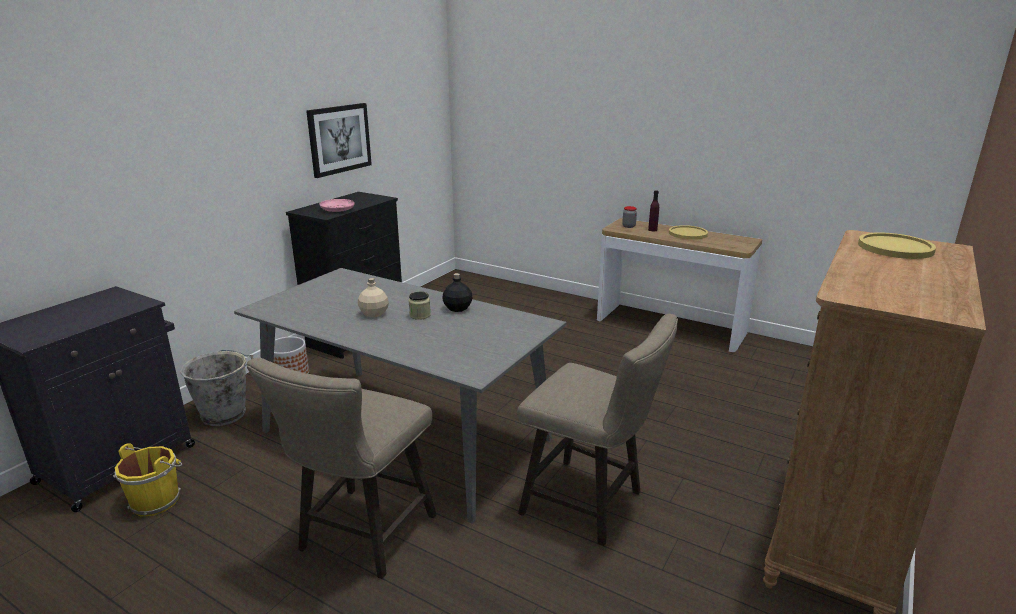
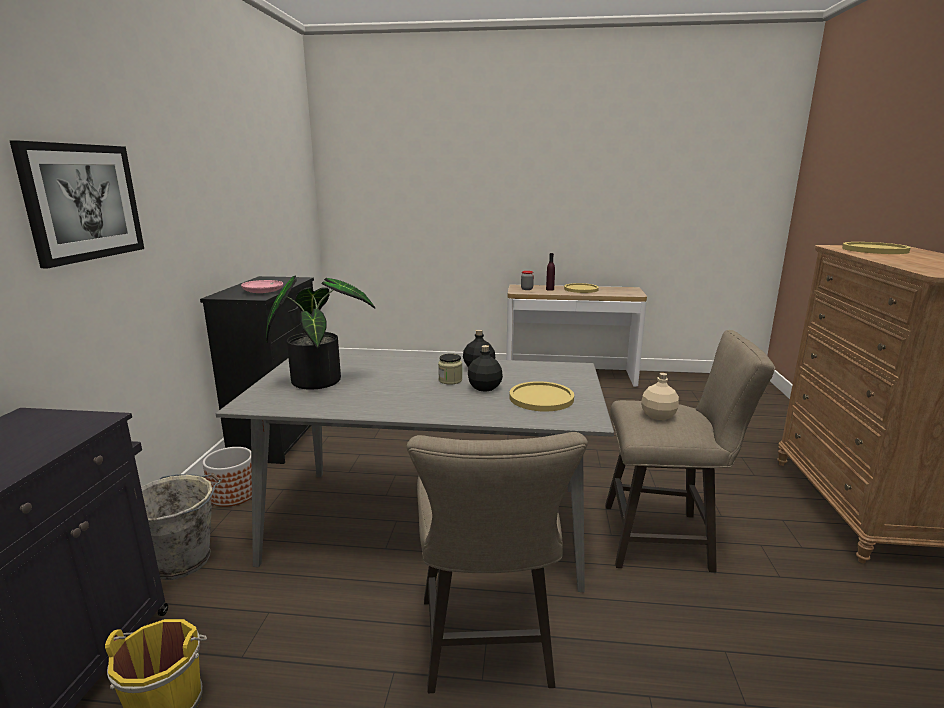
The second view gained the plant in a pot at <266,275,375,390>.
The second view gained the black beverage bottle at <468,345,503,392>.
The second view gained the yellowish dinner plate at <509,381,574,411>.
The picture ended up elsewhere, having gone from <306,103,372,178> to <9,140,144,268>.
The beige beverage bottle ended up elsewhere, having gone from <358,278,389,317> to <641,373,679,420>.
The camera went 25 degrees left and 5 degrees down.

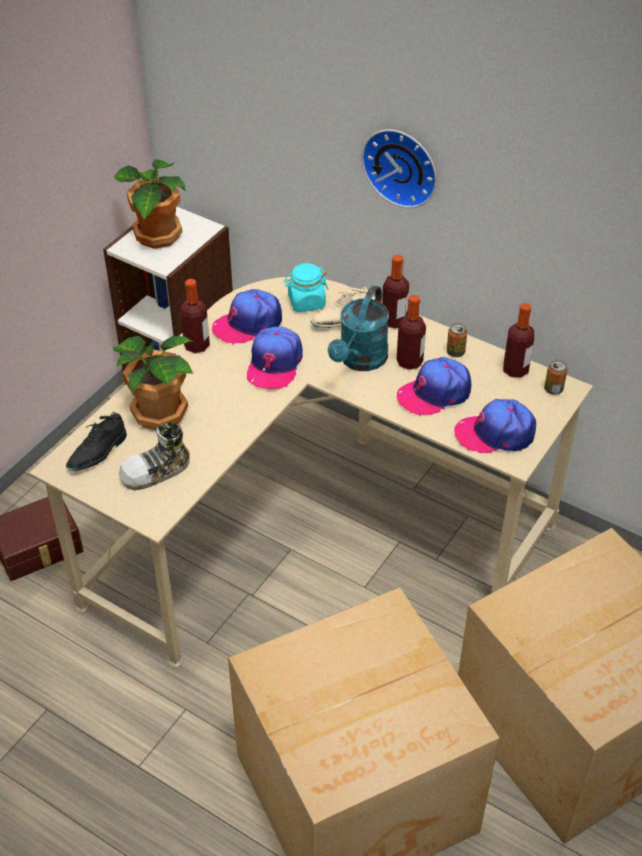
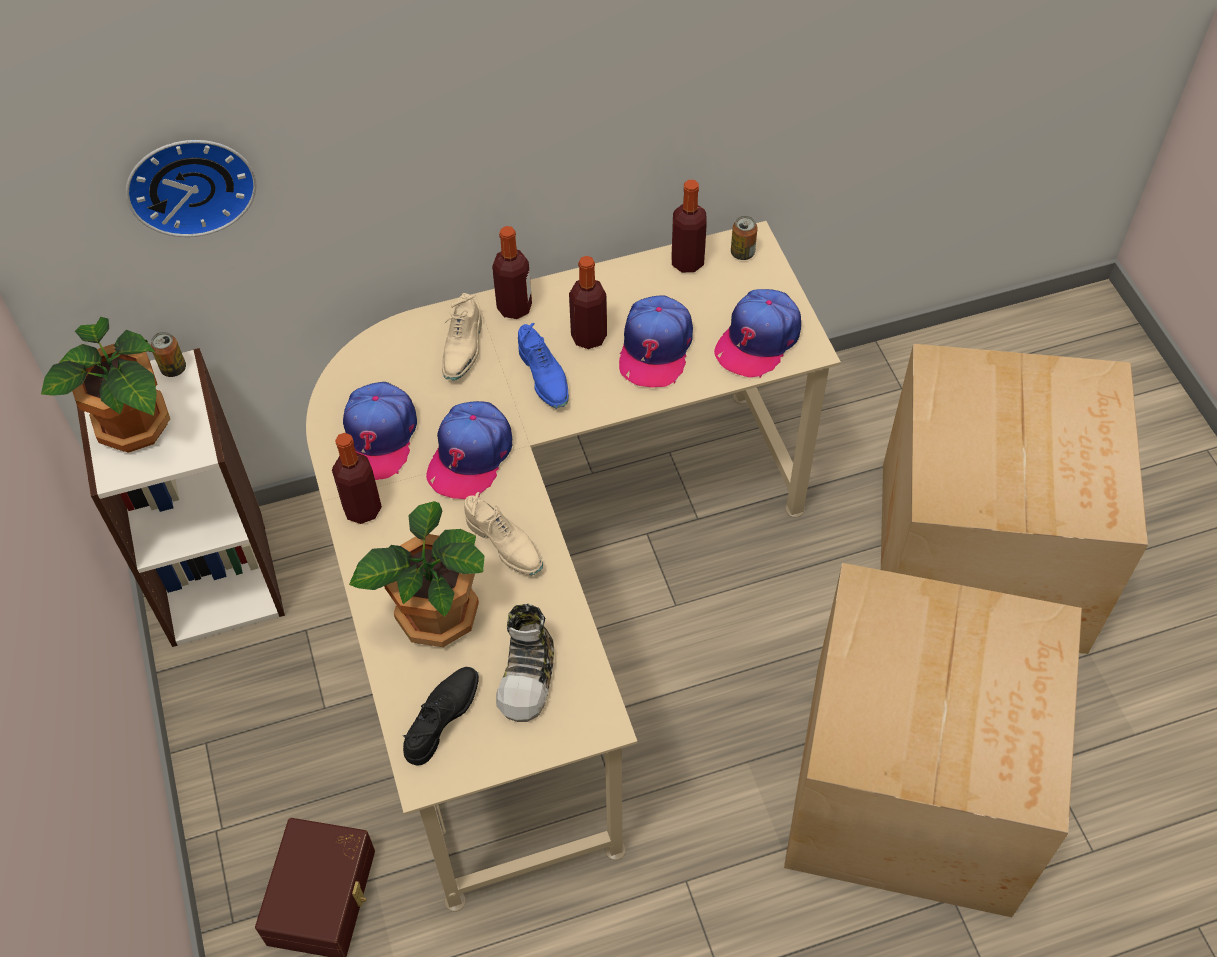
The second view lost the turquoise storage jar at <284,263,328,312>.
The second view gained the beige item of footwear at <464,492,543,576>.
The hanging clock ended up elsewhere, having gone from <362,129,437,208> to <126,140,257,237>.
The metal can ended up elsewhere, having gone from <447,323,467,357> to <150,332,186,377>.
Where the turquoise watering pot stood at <328,285,389,371>, the blue item of footwear came to stand at <518,323,569,409>.
The black item of footwear at <66,412,127,471> ended up facing another way, 135 degrees counterclockwise from before.
The cap at <247,326,303,389> ended up facing another way, 60 degrees clockwise from before.
The camera went 50 degrees left and 10 degrees up.

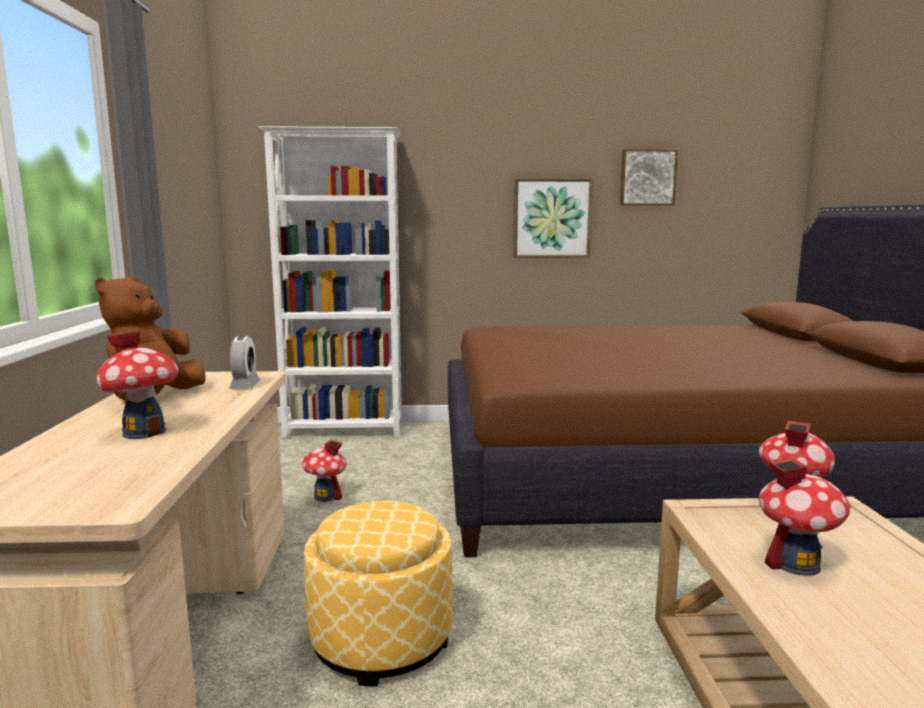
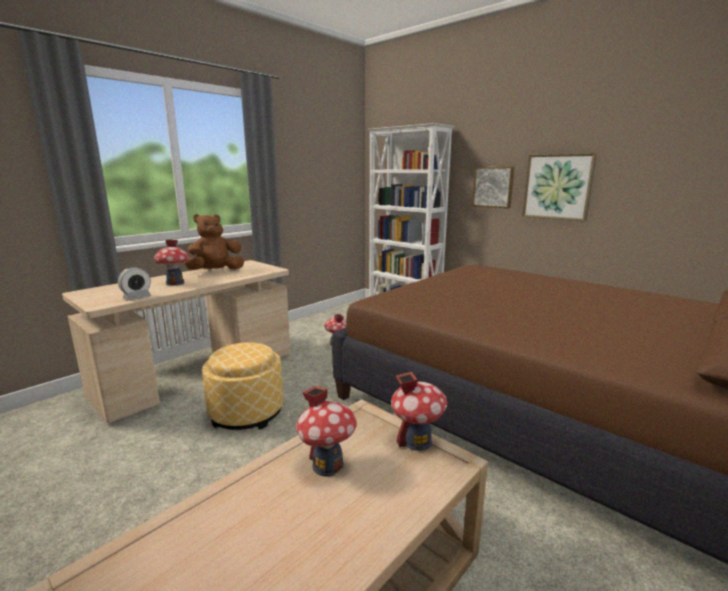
The alarm clock ended up elsewhere, having gone from <229,335,260,389> to <118,267,151,301>.
The picture ended up elsewhere, having gone from <620,149,678,205> to <472,167,514,208>.
The camera went 45 degrees right and 5 degrees up.

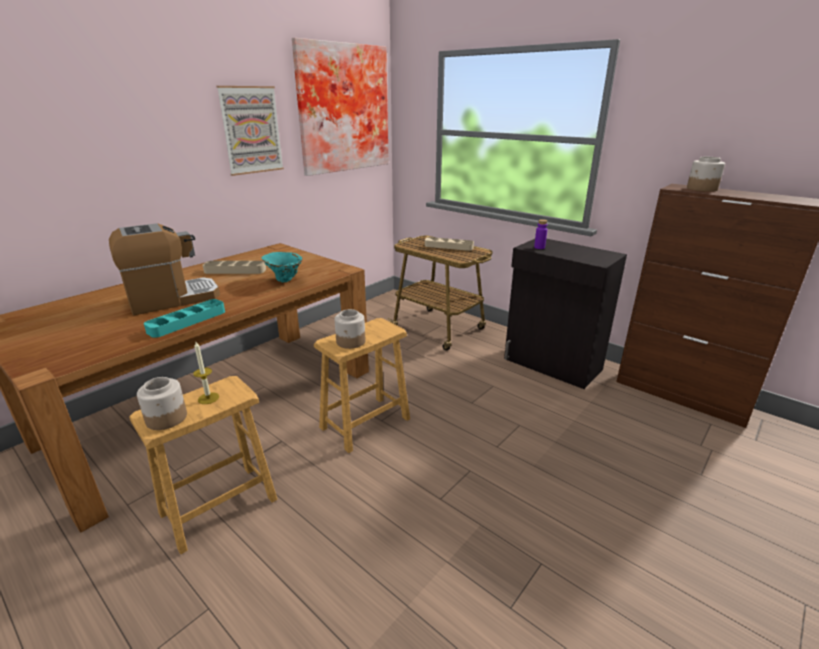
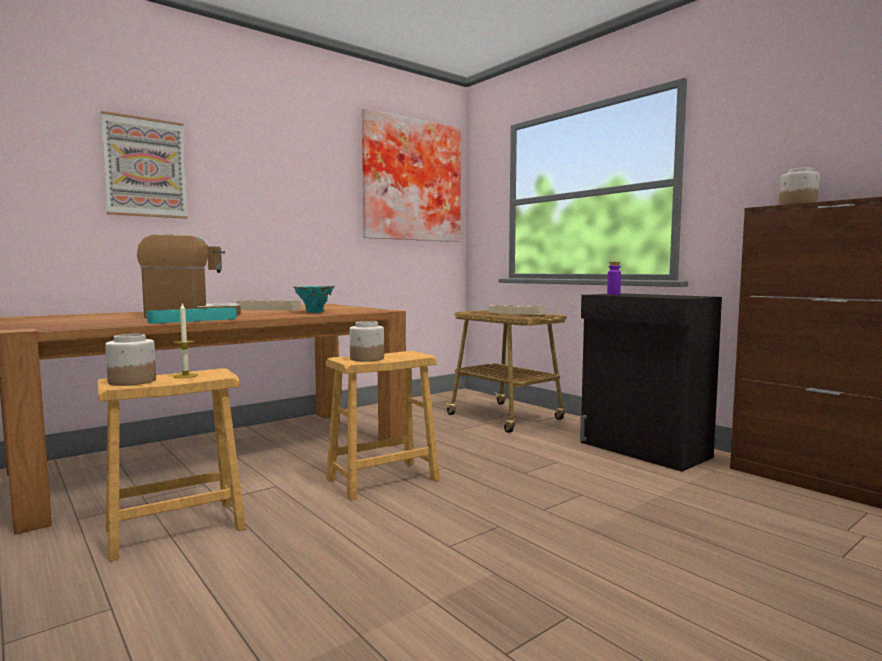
The picture ended up elsewhere, having gone from <216,86,284,176> to <101,111,188,219>.
The camera went 10 degrees right and 20 degrees down.

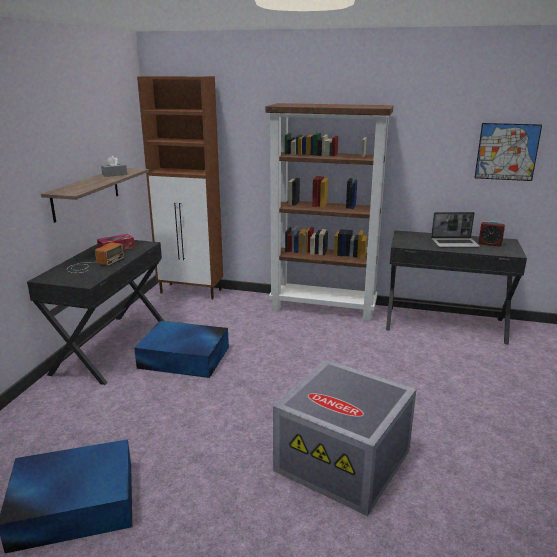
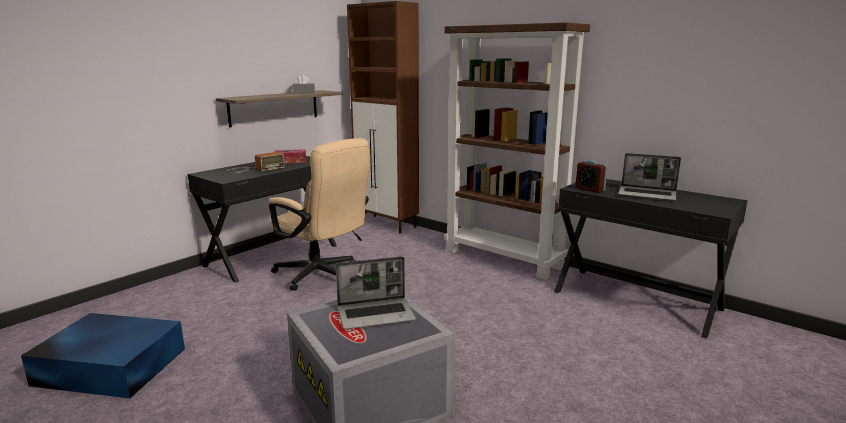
The second view lost the picture at <474,123,542,181>.
The second view gained the portable computer at <335,256,416,329>.
The alarm clock ended up elsewhere, having gone from <478,221,505,246> to <575,160,608,193>.
Where the blue storage container stood at <134,321,229,378>, the beige office chair came to stand at <269,138,370,291>.
The camera went 25 degrees right and 5 degrees down.

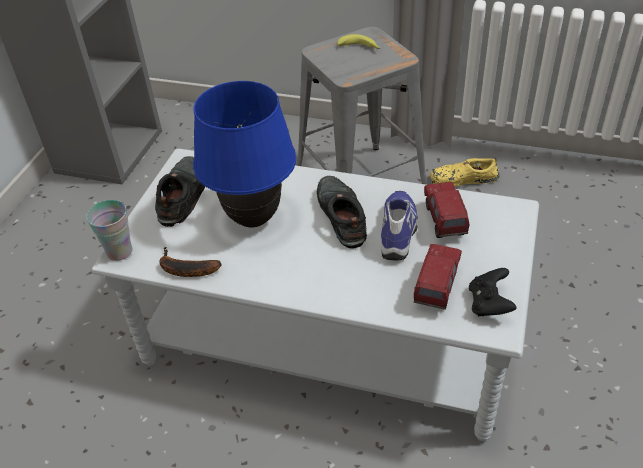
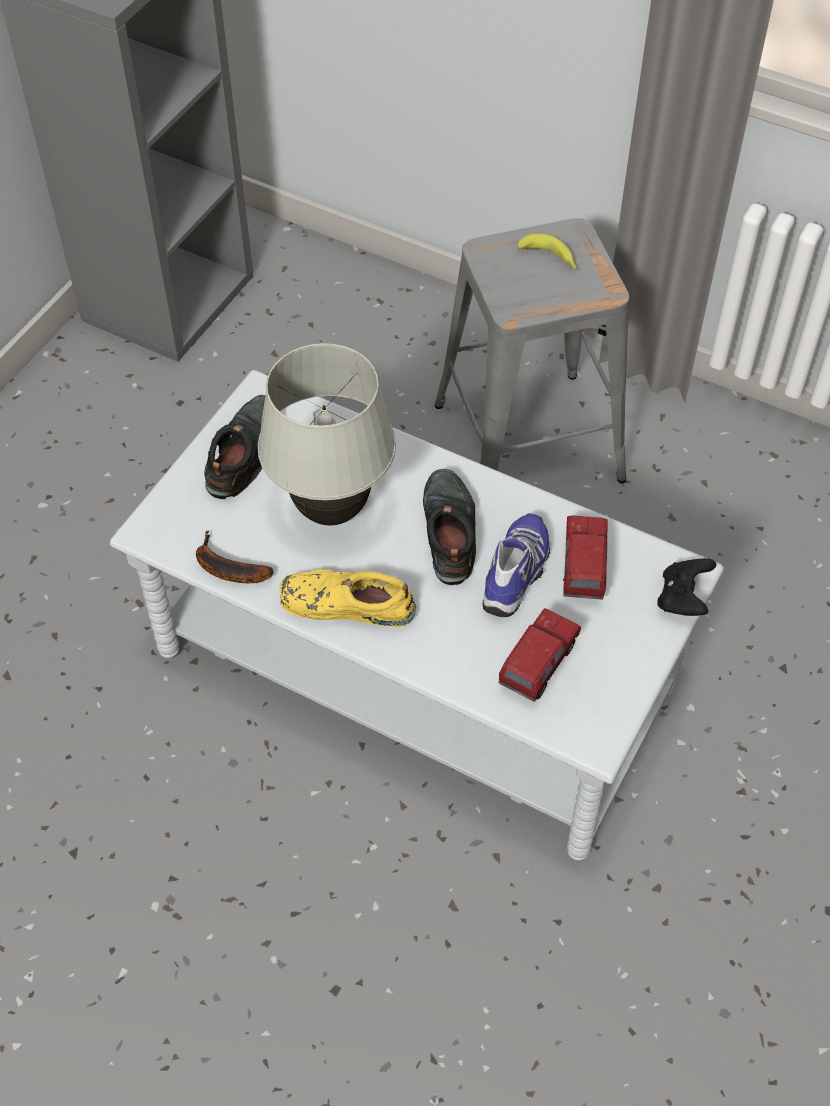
The second view lost the small cup at <86,200,133,261>.
The yellowish item of footwear ended up elsewhere, having gone from <429,157,499,186> to <280,569,416,627>.
The black game controller ended up elsewhere, having gone from <469,268,516,317> to <657,558,716,616>.
What was the blue lamp for a table at <193,81,296,227> turned into the white-coloured lamp for a table at <258,343,396,526>.
The camera went 10 degrees right and 10 degrees up.

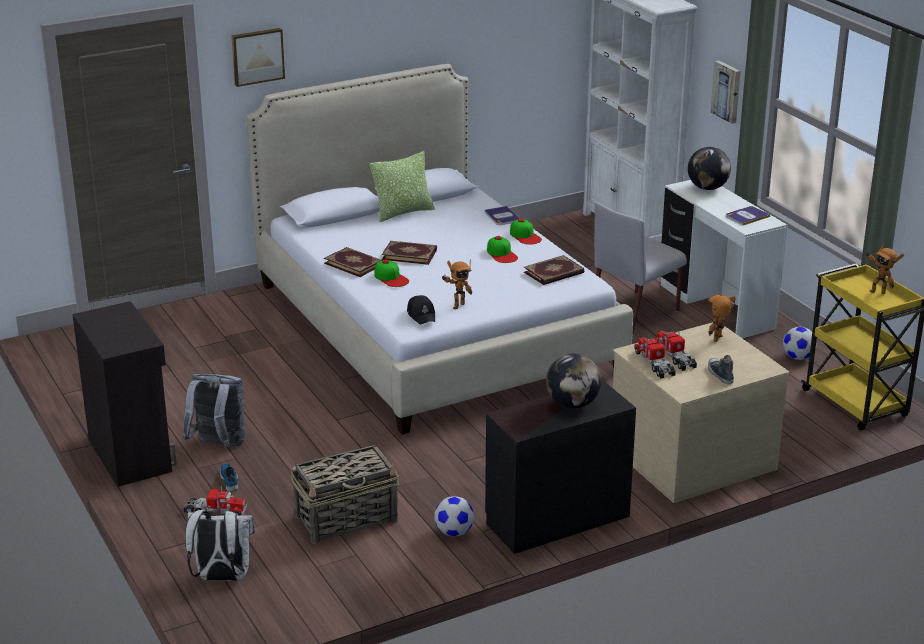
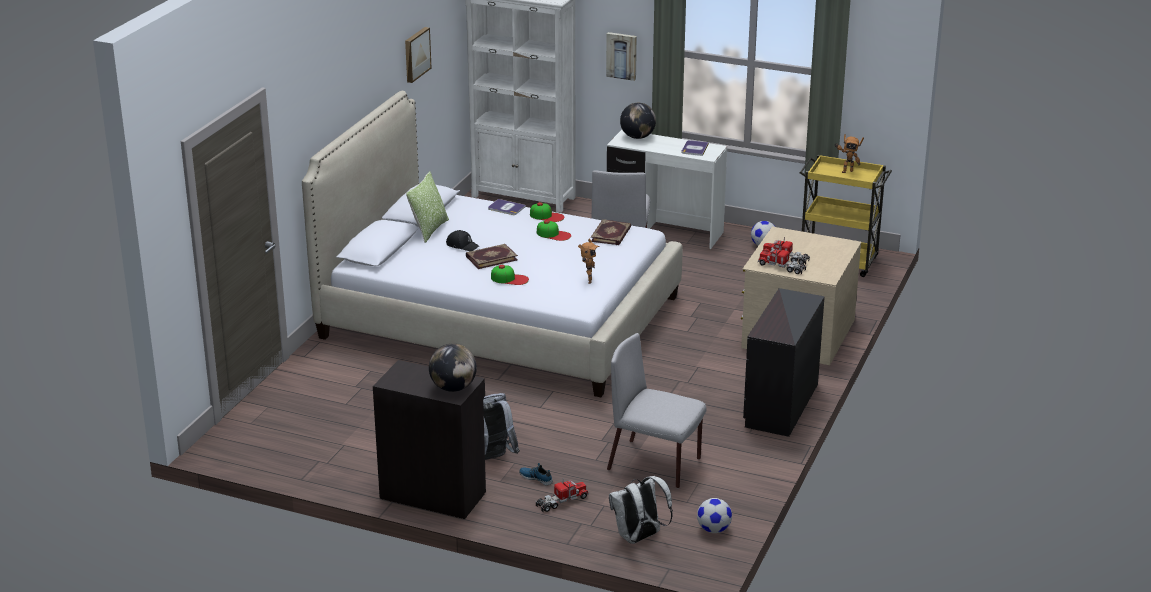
The second view lost the volume at <324,247,383,277>.
The second view lost the model robot at <708,295,737,342>.
The second view lost the item of footwear at <708,355,734,384>.
The picture ended up elsewhere, having gone from <231,28,285,87> to <405,27,432,83>.
The black cap ended up elsewhere, having gone from <407,295,435,325> to <446,230,479,251>.
The football ended up elsewhere, having gone from <434,496,474,536> to <697,498,732,533>.
The globe ended up elsewhere, having gone from <546,353,601,408> to <429,344,477,392>.
Where the basket stood at <291,445,400,544>, the gray plain chair came to stand at <607,333,707,488>.
The camera went 40 degrees left and 0 degrees up.

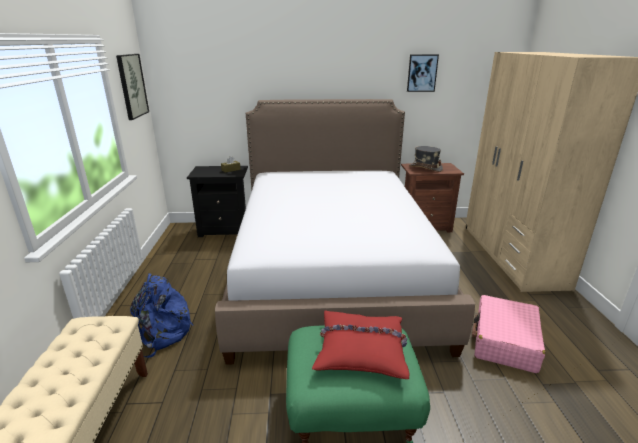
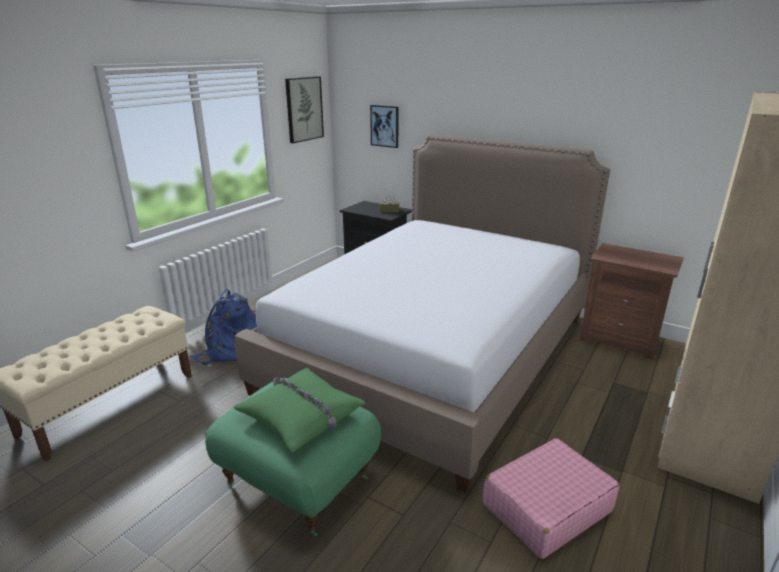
The second view lost the gray hat at <409,146,443,172>.
The picture ended up elsewhere, having gone from <407,54,439,92> to <370,105,399,148>.
What was the reddish pillow at <312,310,410,379> turned into the greenish pillow at <233,368,366,453>.
The camera went 35 degrees right and 0 degrees up.

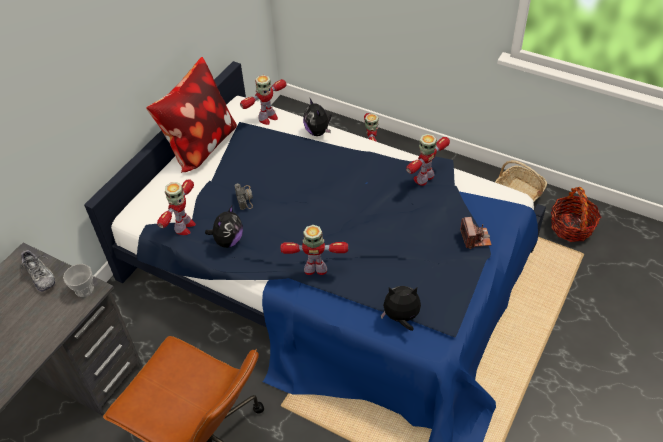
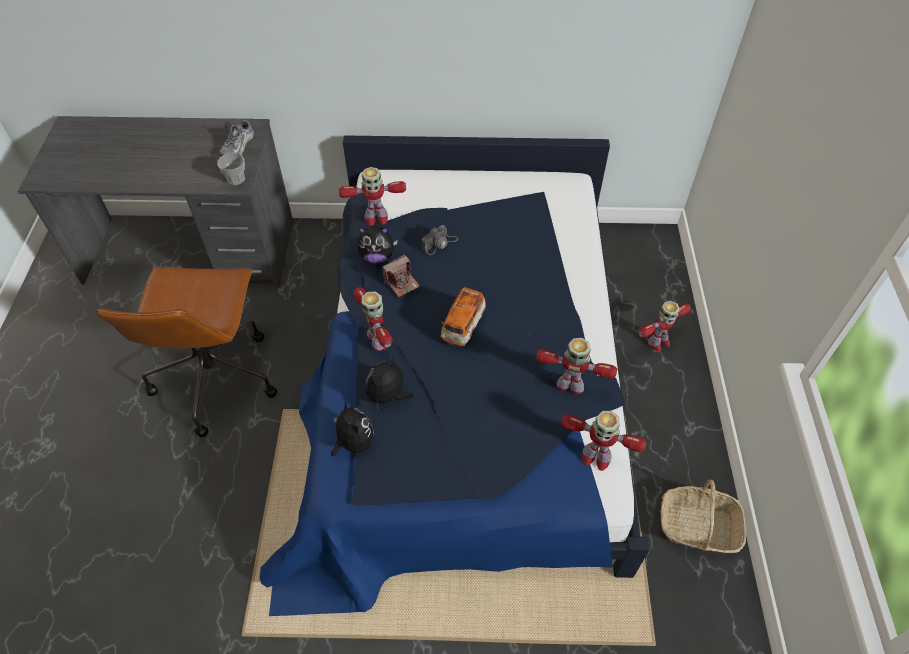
The second view lost the pillow at <146,57,237,173>.
The second view lost the basket at <551,187,601,242>.
The second view gained the model car at <440,287,486,347>.
The model robot ended up elsewhere, having gone from <240,75,287,125> to <561,411,647,471>.
The plush toy ended up elsewhere, having gone from <303,99,332,136> to <365,355,414,410>.
The photo camera ended up elsewhere, having gone from <460,217,492,249> to <382,254,420,297>.
The camera went 60 degrees right and 5 degrees up.

